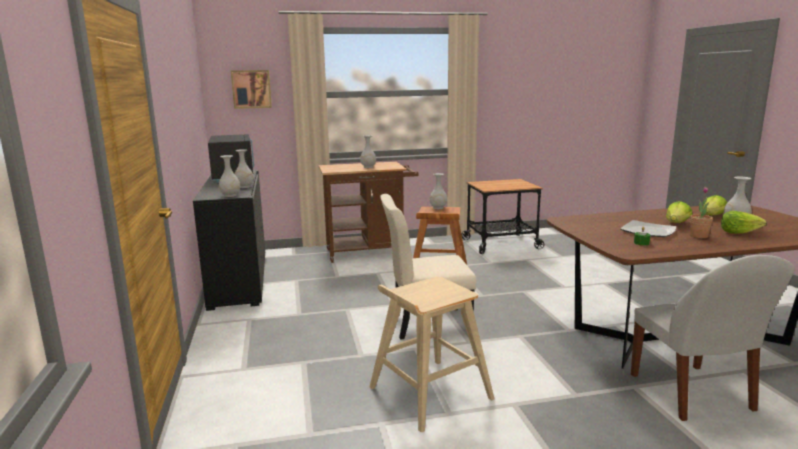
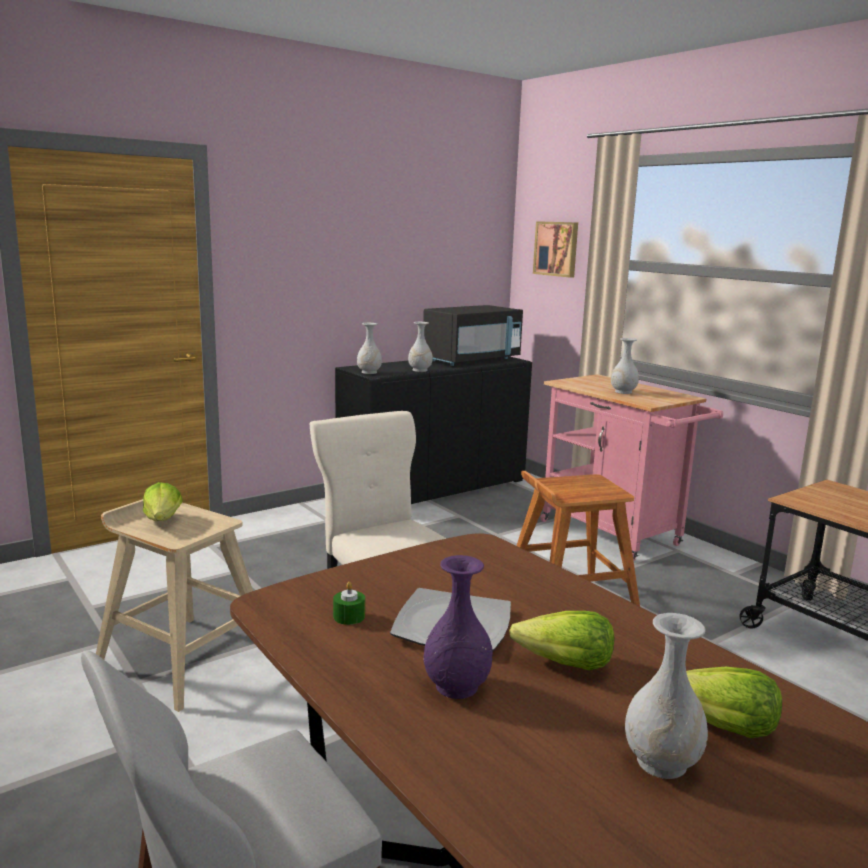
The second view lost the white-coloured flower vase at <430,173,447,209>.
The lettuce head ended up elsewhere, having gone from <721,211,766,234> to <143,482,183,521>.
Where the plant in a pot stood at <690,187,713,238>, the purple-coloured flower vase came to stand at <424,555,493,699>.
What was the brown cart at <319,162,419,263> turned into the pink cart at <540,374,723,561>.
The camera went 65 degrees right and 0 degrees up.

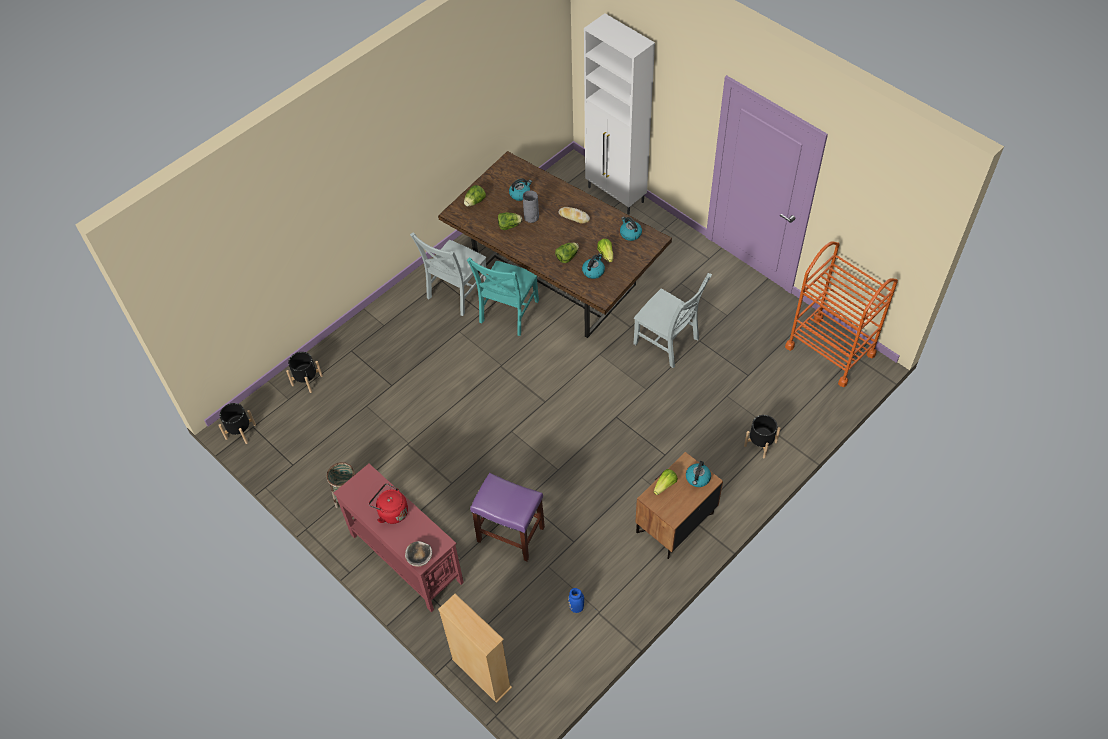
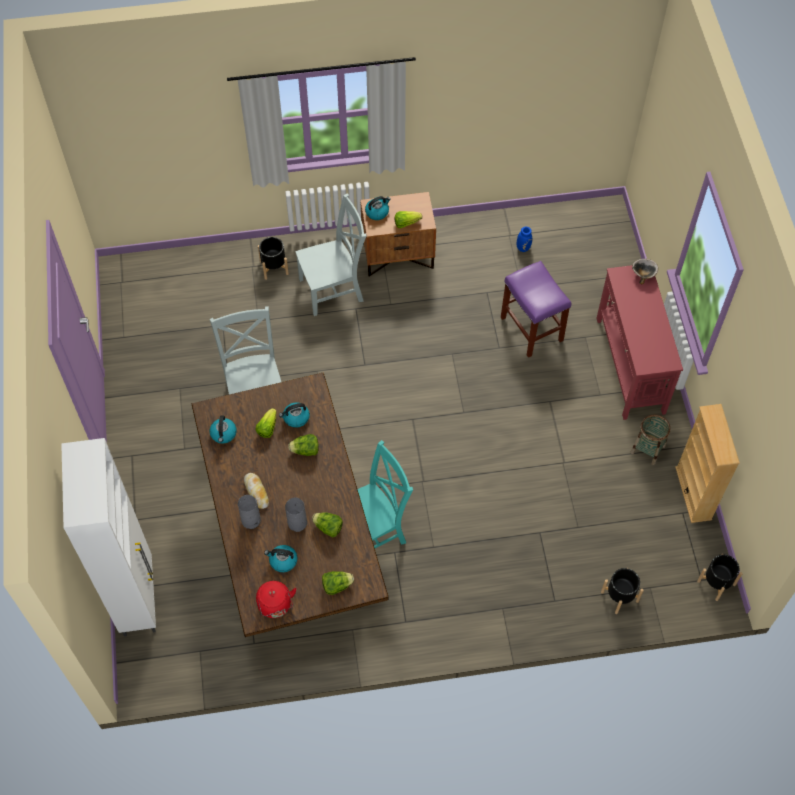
The second view lost the orange-coloured cart at <785,241,898,387>.
The second view gained the gray flower vase at <238,495,261,529>.
The reddish tea kettle ended up elsewhere, having gone from <369,483,408,524> to <256,581,297,618>.
The gray plain chair ended up elsewhere, having gone from <410,232,488,316> to <295,194,366,316>.
The beige bookcase ended up elsewhere, having gone from <438,594,512,703> to <675,404,740,523>.
The camera went 145 degrees left and 5 degrees up.

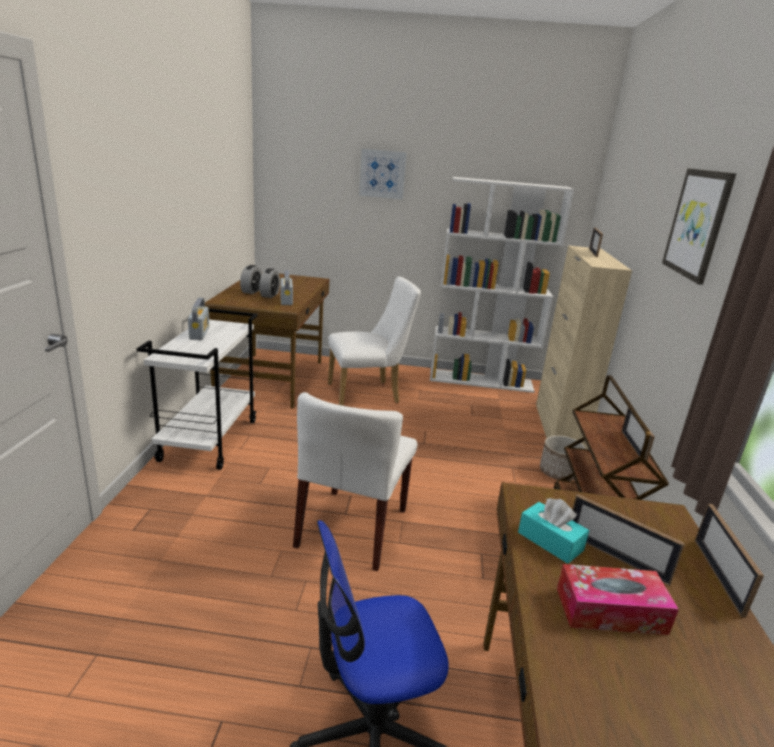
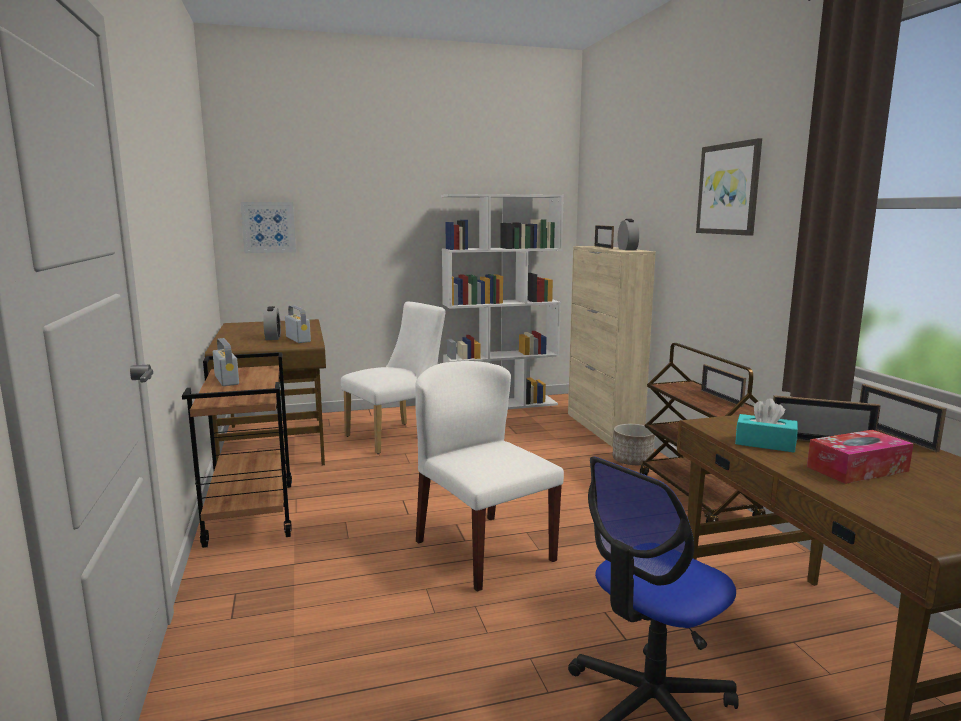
The alarm clock ended up elsewhere, having gone from <240,265,262,294> to <618,219,639,250>.
The picture ended up elsewhere, having gone from <359,149,407,199> to <240,202,296,253>.
What was the white-coloured cart at <136,308,258,470> turned into the brown cart at <182,352,292,548>.
The white-coloured plain chair at <293,392,417,571> ended up facing another way, 150 degrees clockwise from before.
The camera went 20 degrees left and 10 degrees down.

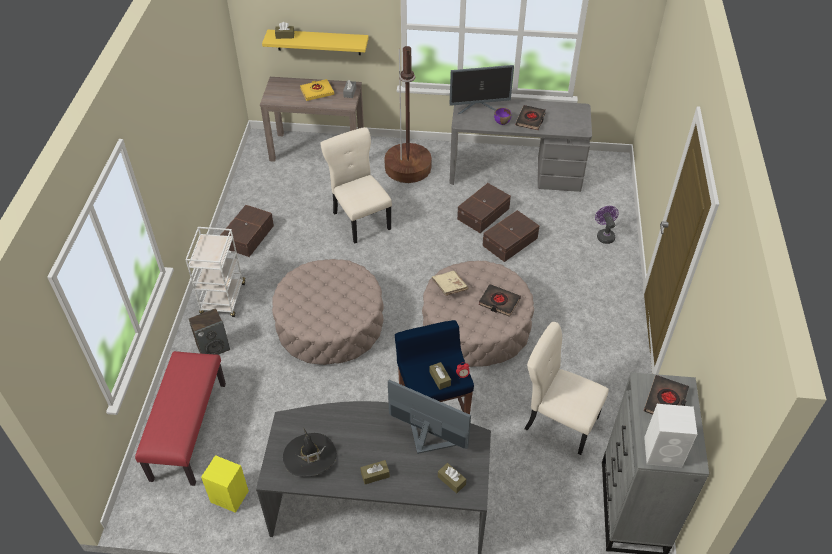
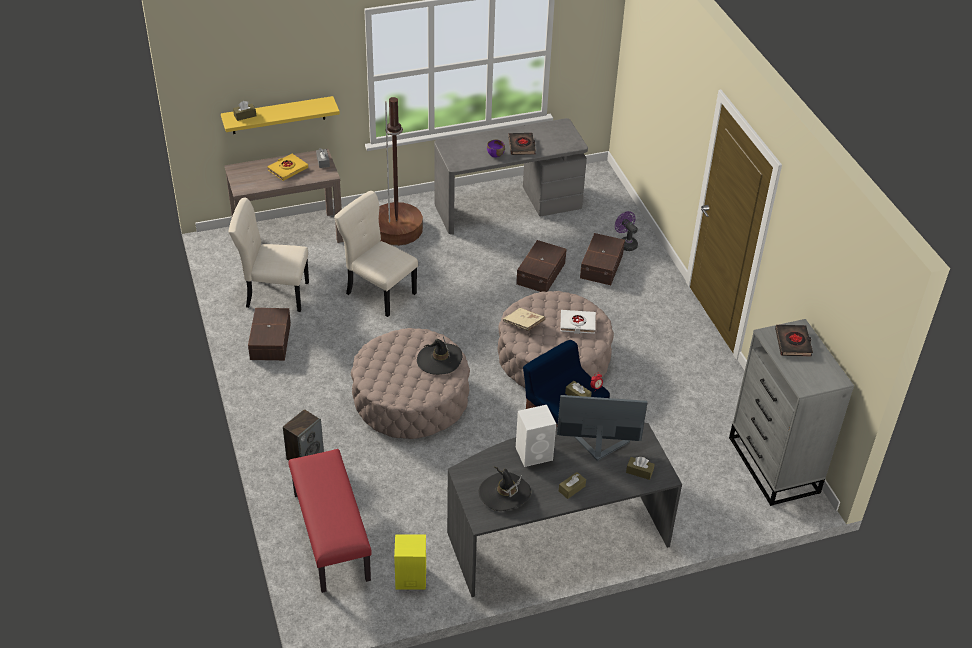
The second view lost the white-coloured cart at <185,227,246,317>.
The second view lost the computer display at <450,65,514,114>.
The second view gained the black hat at <417,336,462,375>.
The brown storage container ended up elsewhere, having gone from <457,183,511,233> to <580,233,625,285>.
The beige plain chair ended up elsewhere, having gone from <524,322,609,455> to <229,198,309,312>.
The white-coloured speaker ended up elsewhere, having gone from <644,404,697,467> to <516,405,556,467>.
What was the black volume at <479,284,521,317> turned into the white-coloured volume at <560,310,596,334>.
The camera went 25 degrees left and 5 degrees down.

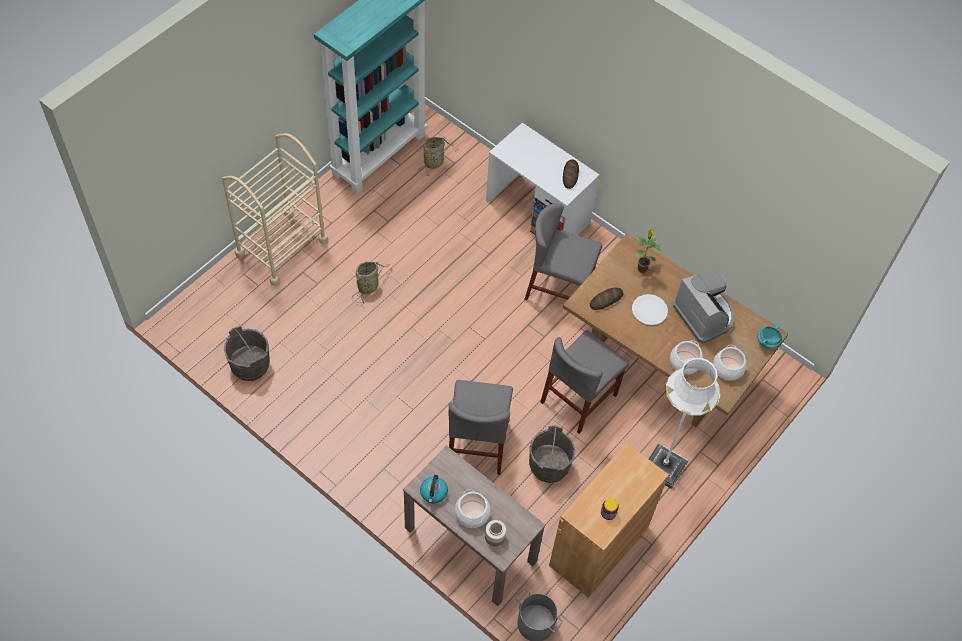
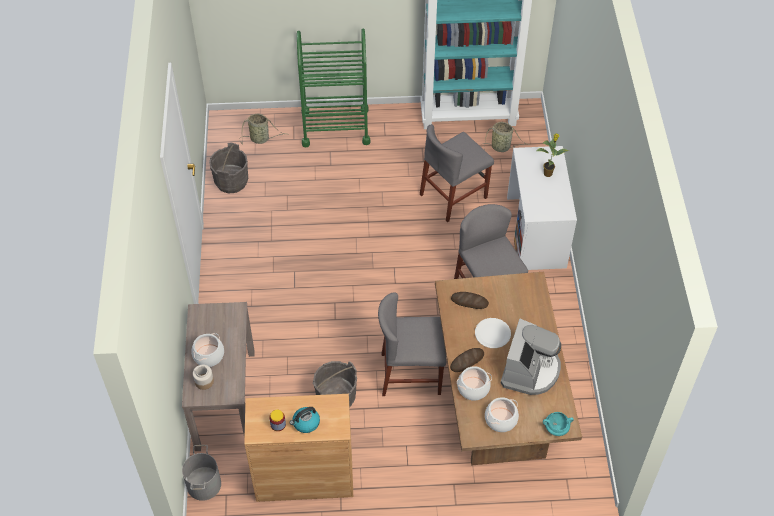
The second view lost the white-coloured standard lamp at <648,358,721,489>.
The basket ended up elsewhere, having gone from <352,262,391,304> to <240,113,289,145>.
The tea kettle ended up elsewhere, having gone from <420,475,448,504> to <290,407,320,433>.
The gray plain chair ended up elsewhere, having gone from <448,380,513,475> to <420,124,494,222>.
The bread ended up elsewhere, having gone from <563,160,579,189> to <450,348,484,372>.
The plant in a pot ended up elsewhere, having gone from <636,229,662,273> to <537,133,569,177>.
What was the beige cart at <222,133,328,286> turned into the greenish cart at <297,28,370,147>.
The camera went 50 degrees right and 5 degrees down.

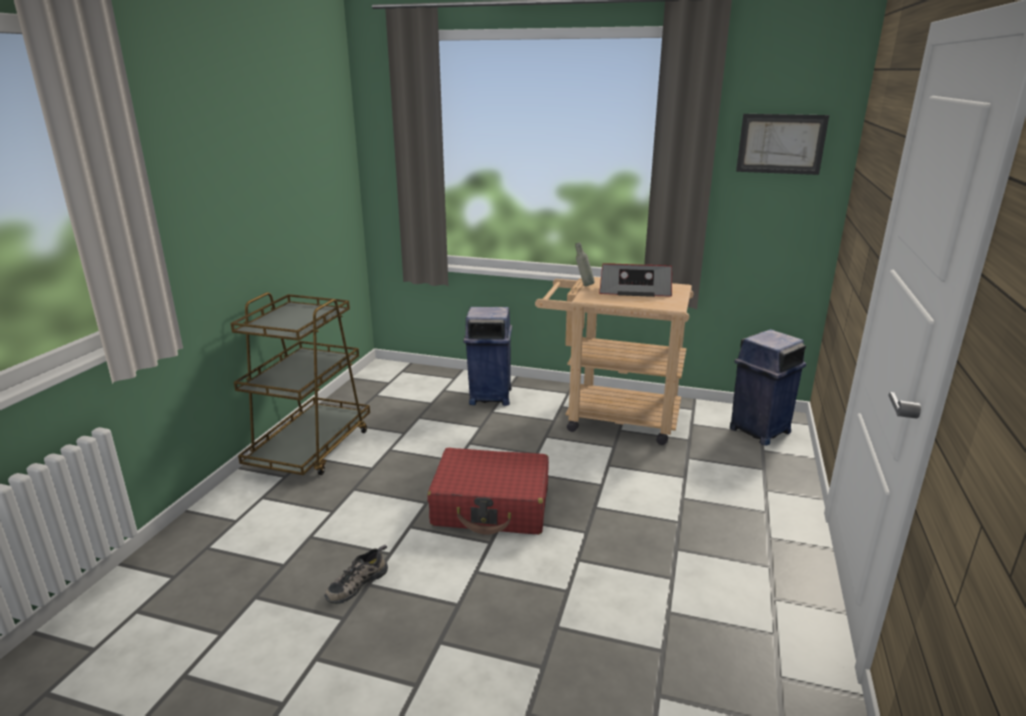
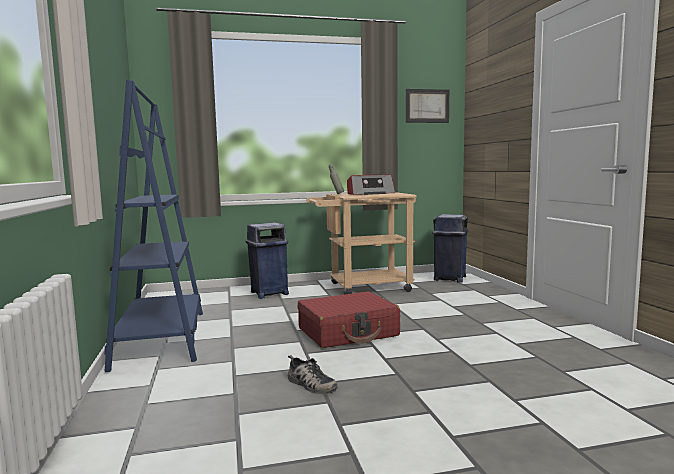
Where the brown cart stood at <230,292,370,475>, the blue bookcase came to stand at <104,80,203,372>.
The item of footwear at <324,545,388,604> ended up facing another way, 60 degrees counterclockwise from before.
The camera went 30 degrees left and 15 degrees down.

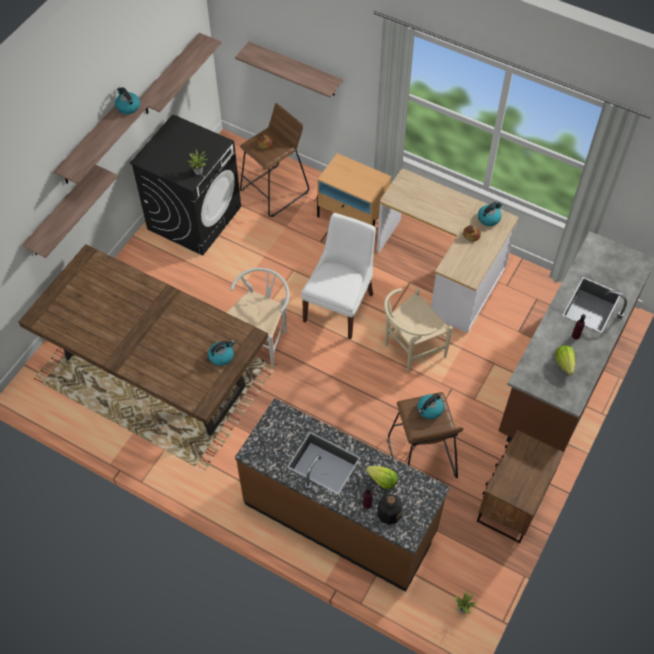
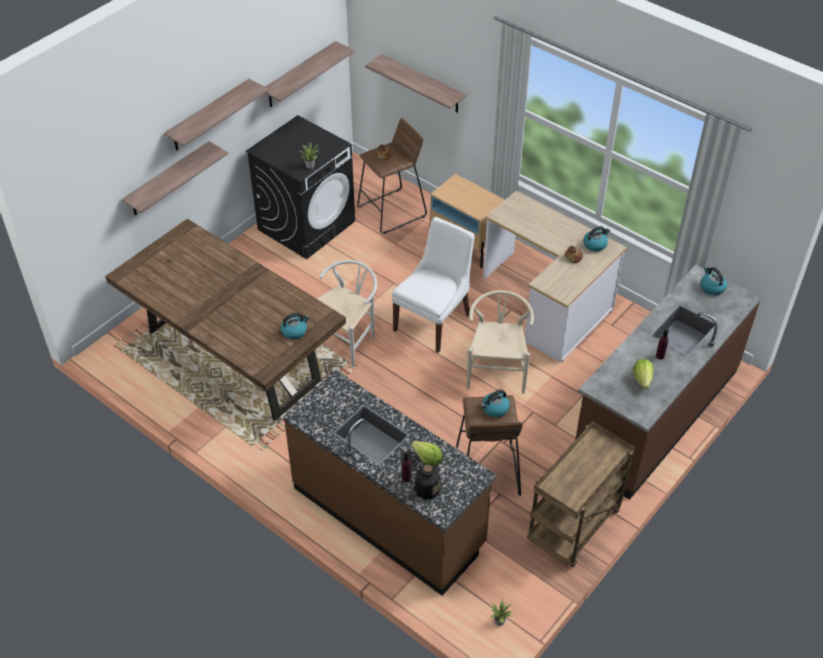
The tea kettle ended up elsewhere, having gone from <115,87,140,114> to <701,267,727,295>.
Where the brown bedside table stood at <477,430,564,543>, the brown cart came to stand at <527,422,635,567>.
The beige plain chair at <384,288,453,373> ended up facing another way, 120 degrees clockwise from before.
The camera went 10 degrees right and 10 degrees down.

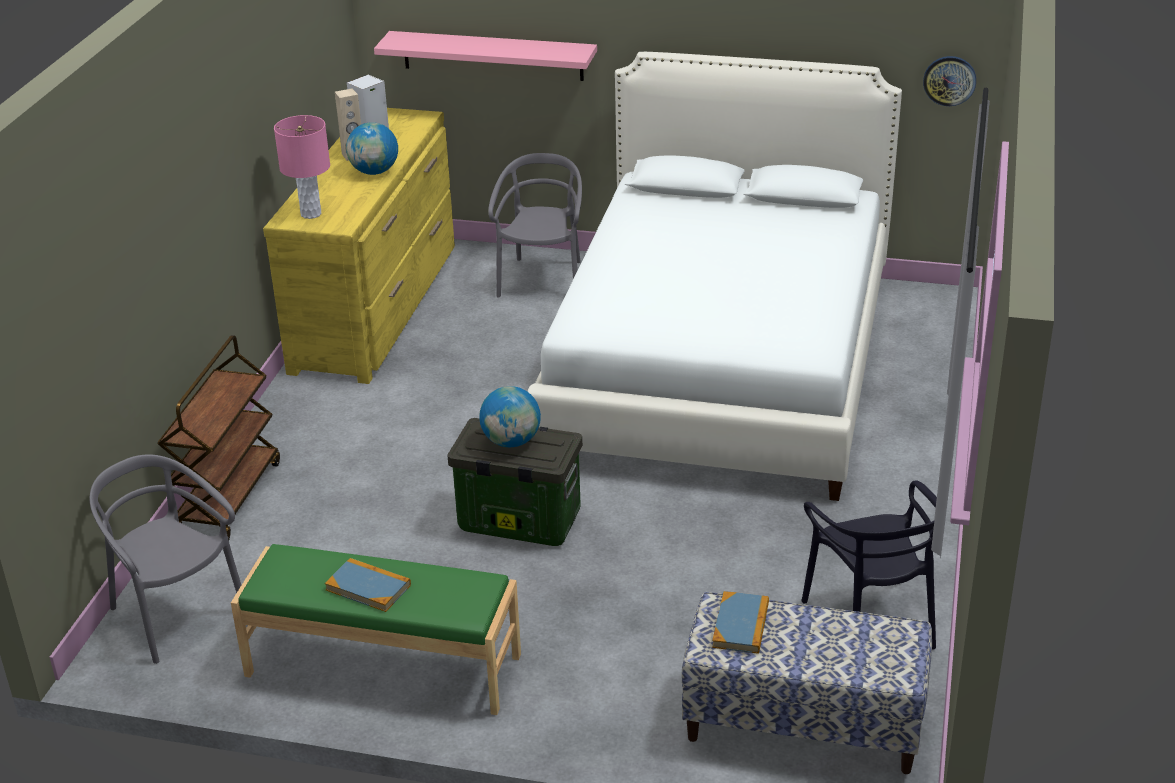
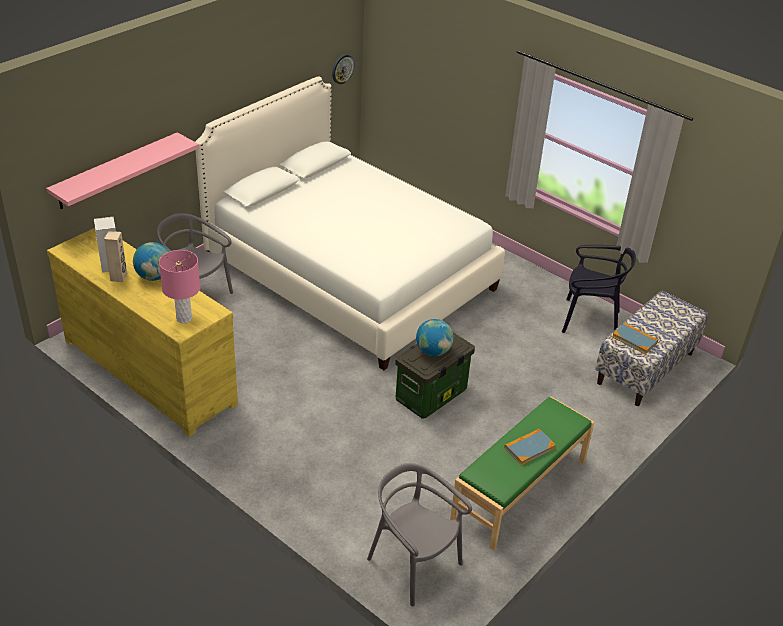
The second view lost the brown cart at <157,335,280,540>.
The gray plain chair at <90,454,241,664> ended up facing another way, 60 degrees clockwise from before.
The camera went 65 degrees left and 5 degrees up.

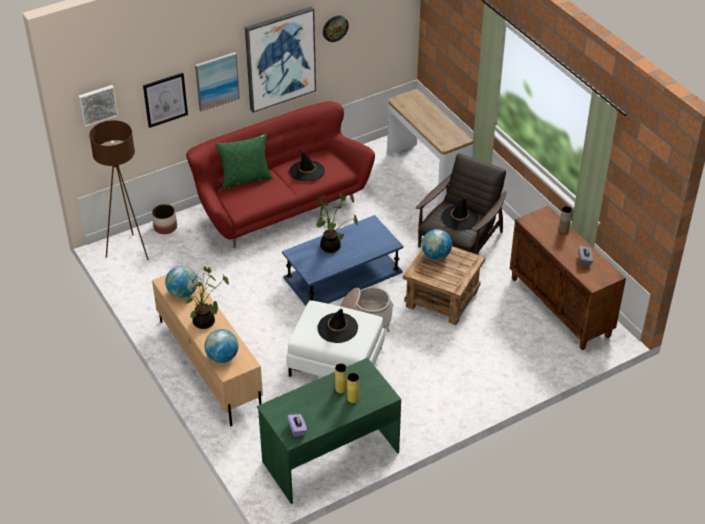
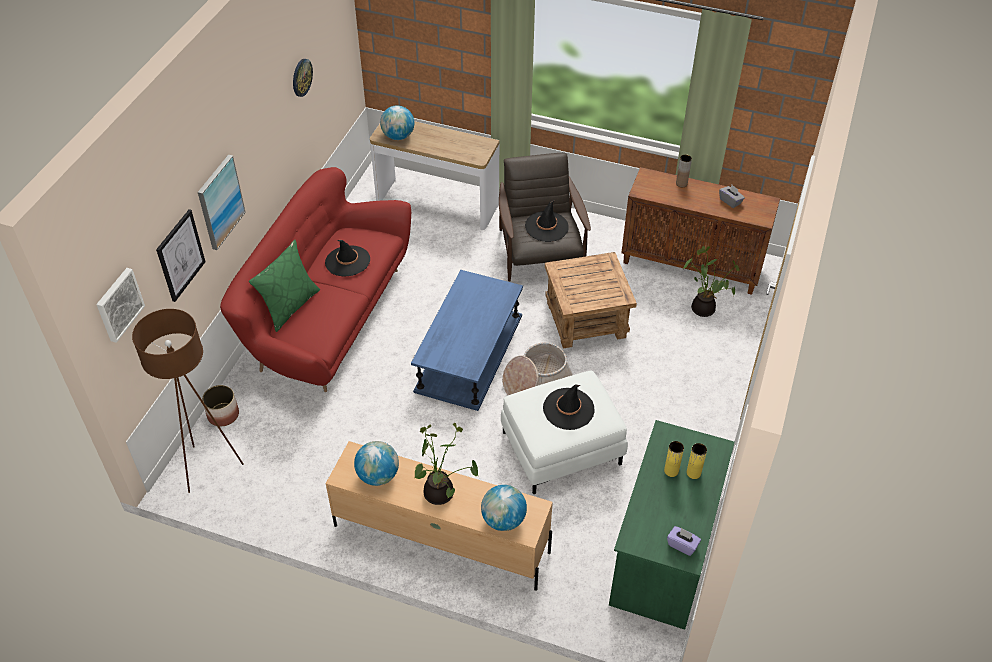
The second view lost the picture at <245,7,316,113>.
The plant in a pot ended up elsewhere, having gone from <316,193,358,253> to <683,246,740,317>.
The globe ended up elsewhere, having gone from <421,229,452,260> to <380,106,414,140>.
The camera went 40 degrees left and 5 degrees up.

